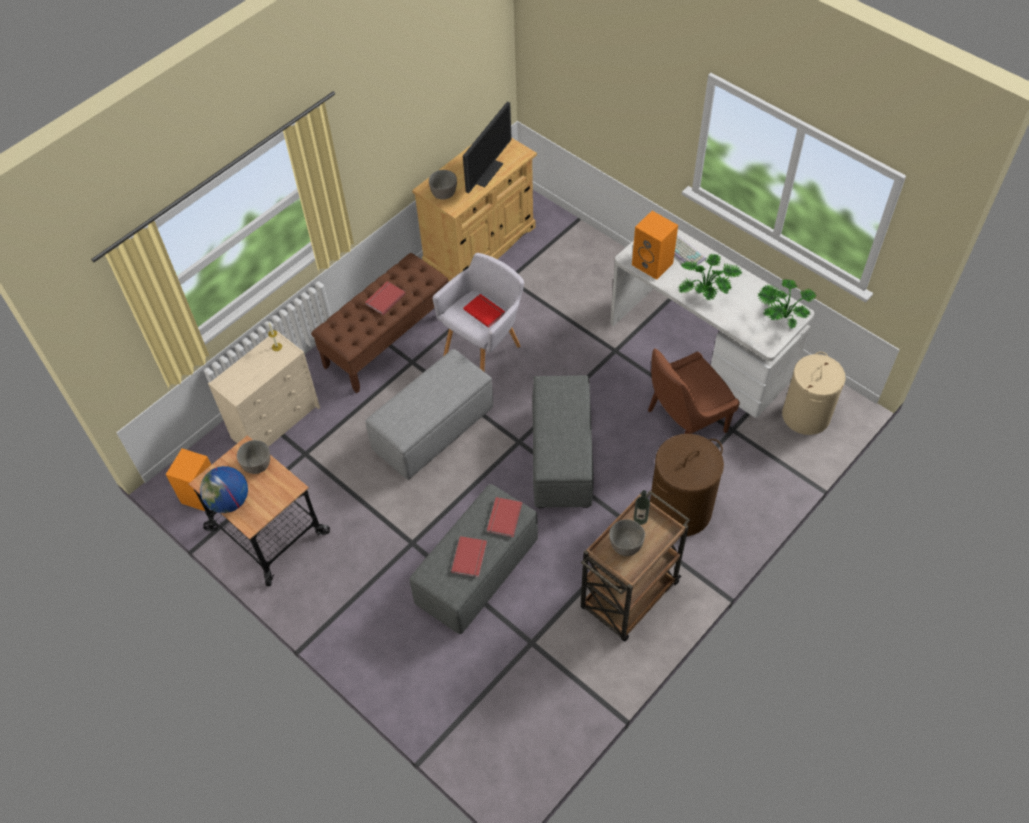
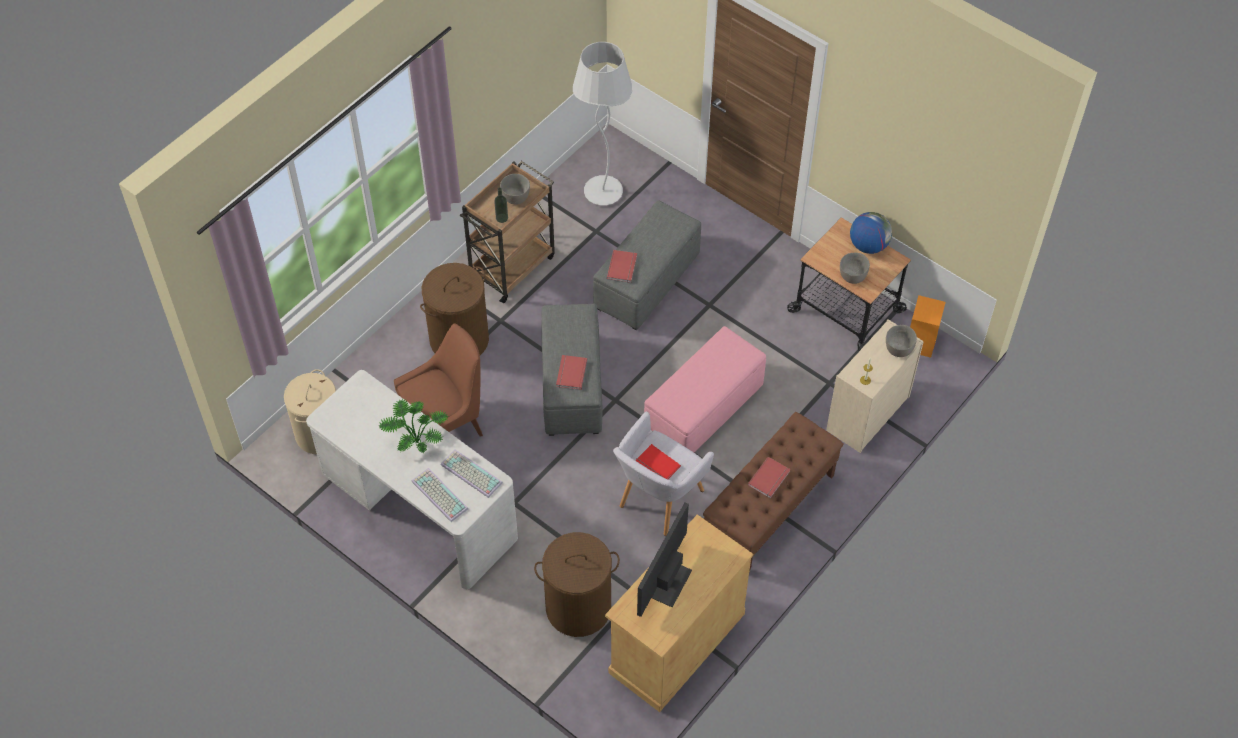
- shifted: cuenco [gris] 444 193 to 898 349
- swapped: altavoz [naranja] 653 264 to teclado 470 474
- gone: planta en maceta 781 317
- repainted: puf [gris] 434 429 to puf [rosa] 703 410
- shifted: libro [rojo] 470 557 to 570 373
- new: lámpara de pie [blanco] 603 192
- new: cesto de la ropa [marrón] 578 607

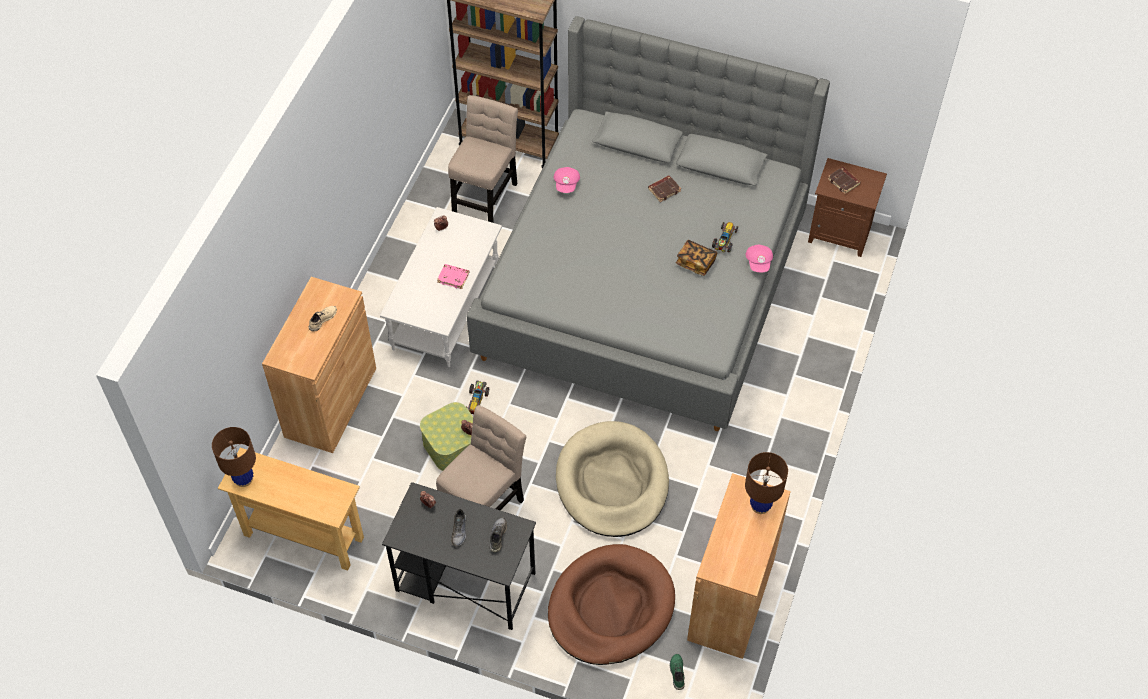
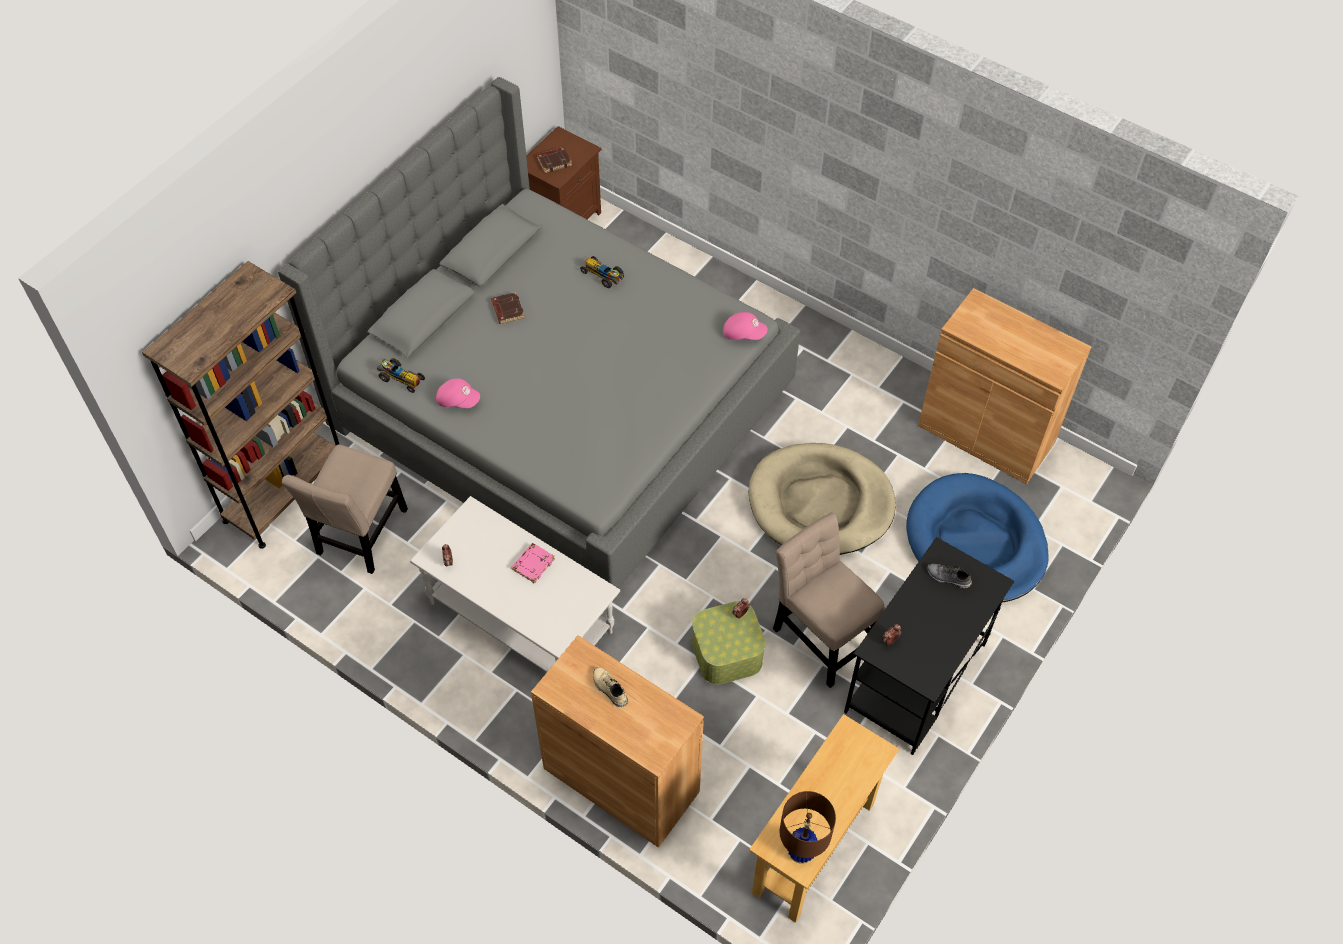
- rotated: silla [beis] 485 195 = 360 536 105 degrees counterclockwise
- gone: libro 695 262
- shifted: gorra [rosa] 759 262 to 744 333
- shifted: coche de juguete 477 400 to 400 378
- gone: lámpara de mesa [marrón] 760 505
- gone: zapato [gris] 459 530
- repainted: cama para perro [marrón] 610 607 to cama para perro [azul] 975 542
- gone: zapato [verde] 676 673

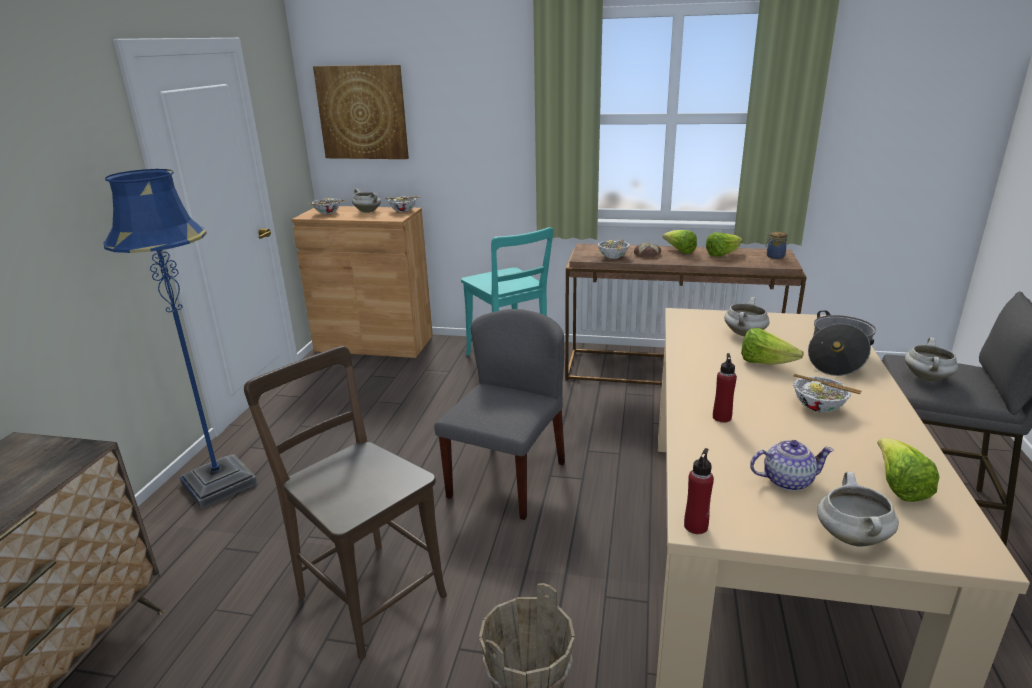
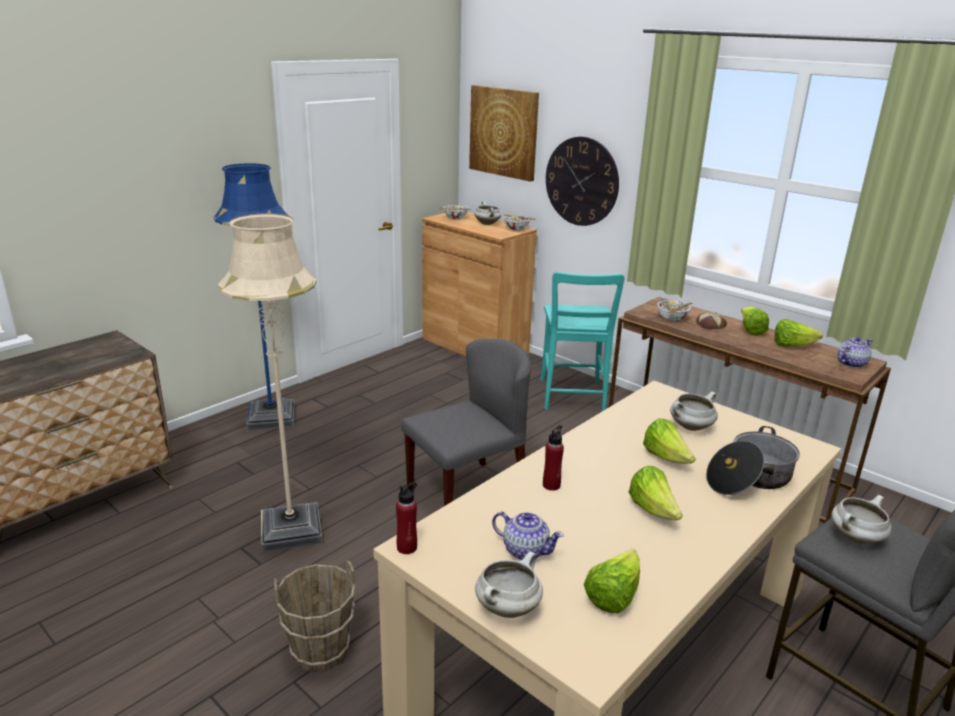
- swapped: tarro 774 256 to tetera 851 363
- swapped: silla [marrón] 366 592 to lámpara de pie [beis] 291 530
- swapped: cuenco 819 407 to lechuga 653 510
- new: reloj de pared 581 181

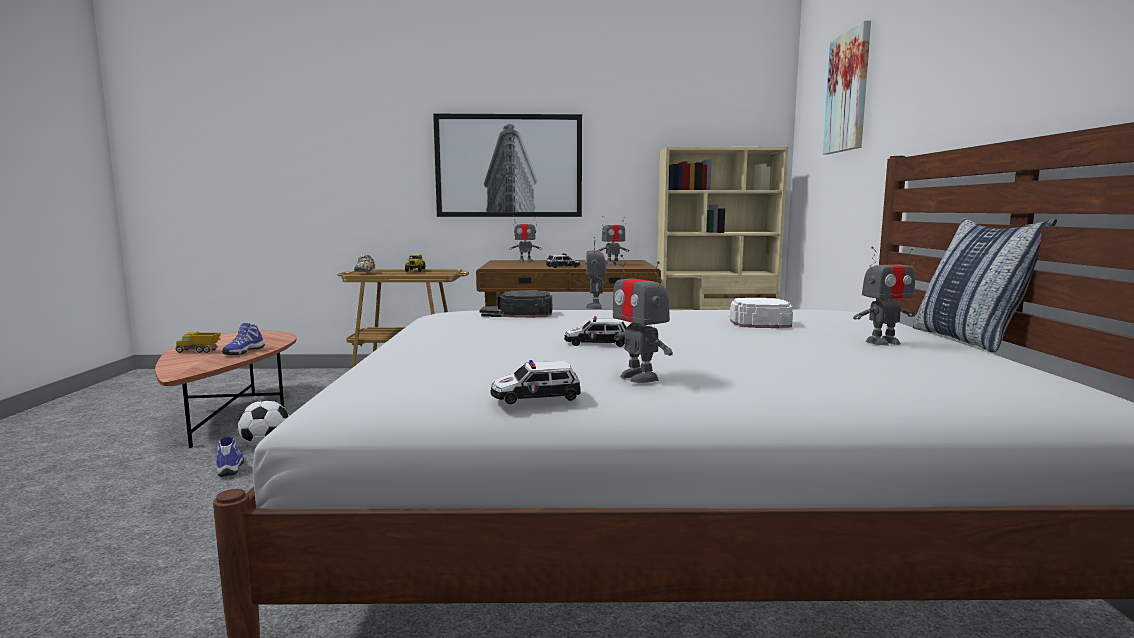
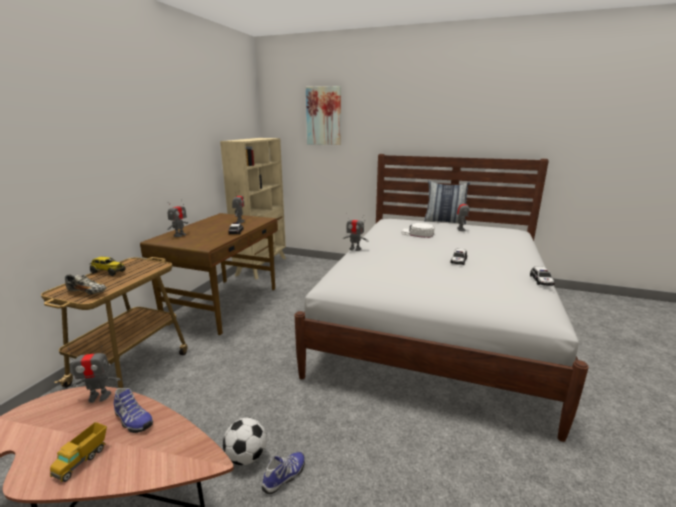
- gone: cuadro 509 166
- shifted: robot de juguete 639 377 to 99 396
- gone: gorra [negro] 517 313
- rotated: zapato 231 467 = 285 477 135 degrees clockwise

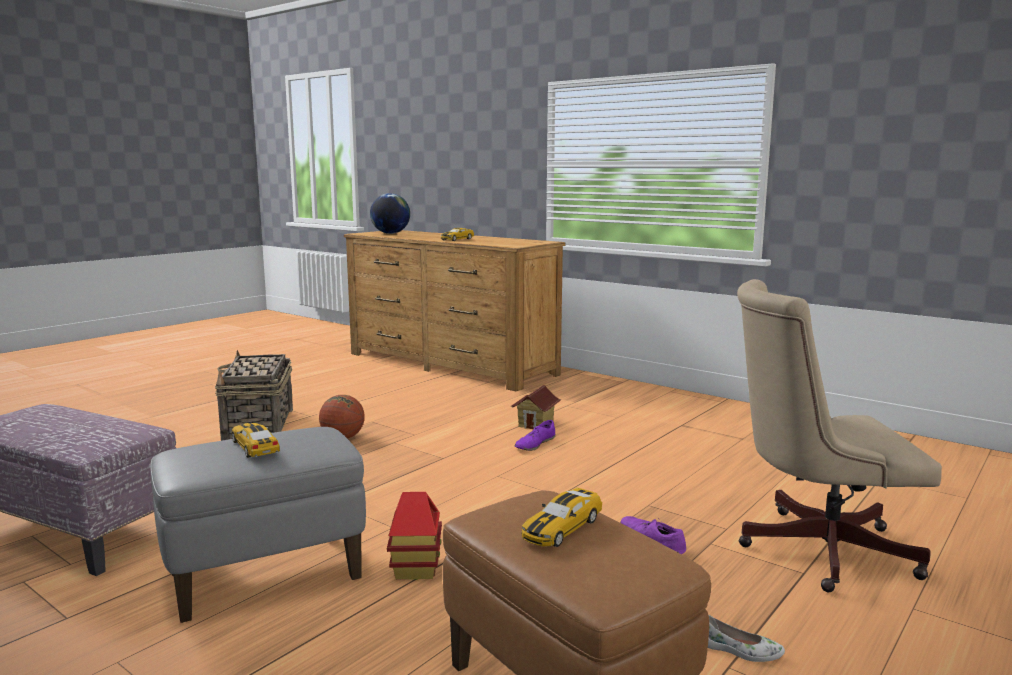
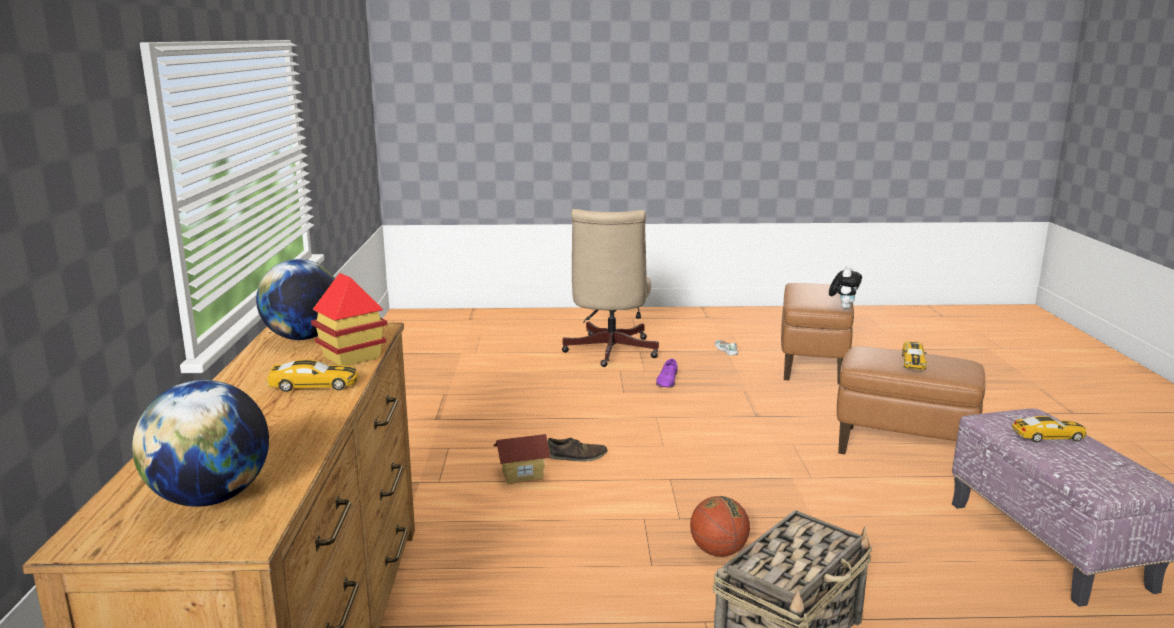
- rotated: silla de oficina [beis] 814 549 = 609 352 45 degrees clockwise
- repainted: zapato [morado] 535 444 to zapato [marrón] 576 456
- repainted: puf [gris] 265 576 to puf [marrón] 903 449
- shifted: coche de juguete 561 528 to 1048 436
- shifted: casita 416 568 to 351 357
- new: globo terráqueo 303 337
- new: peluche 843 307

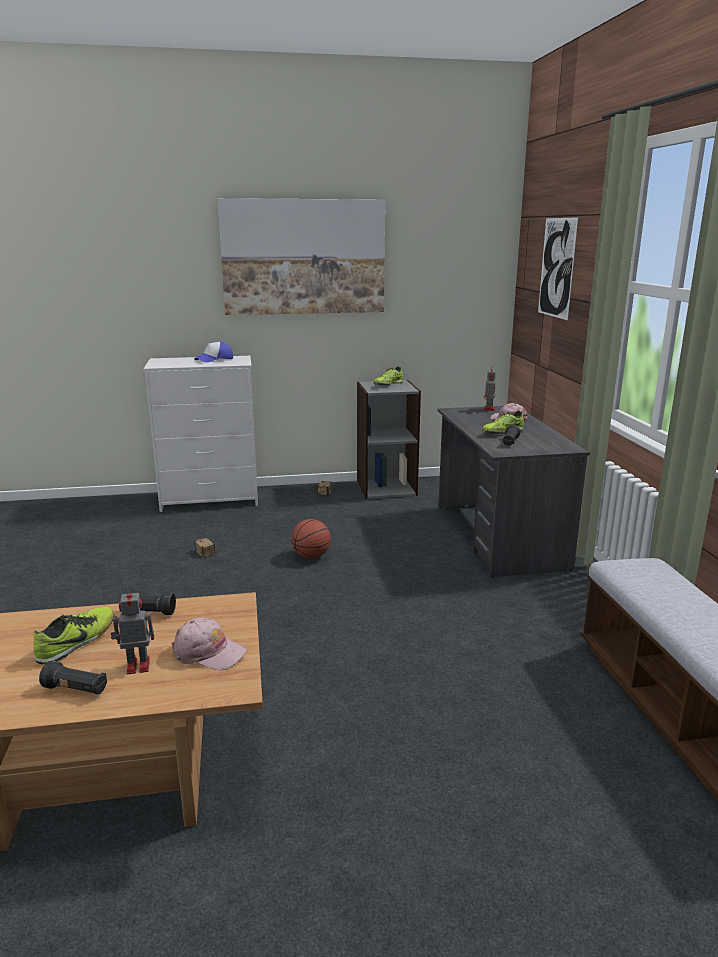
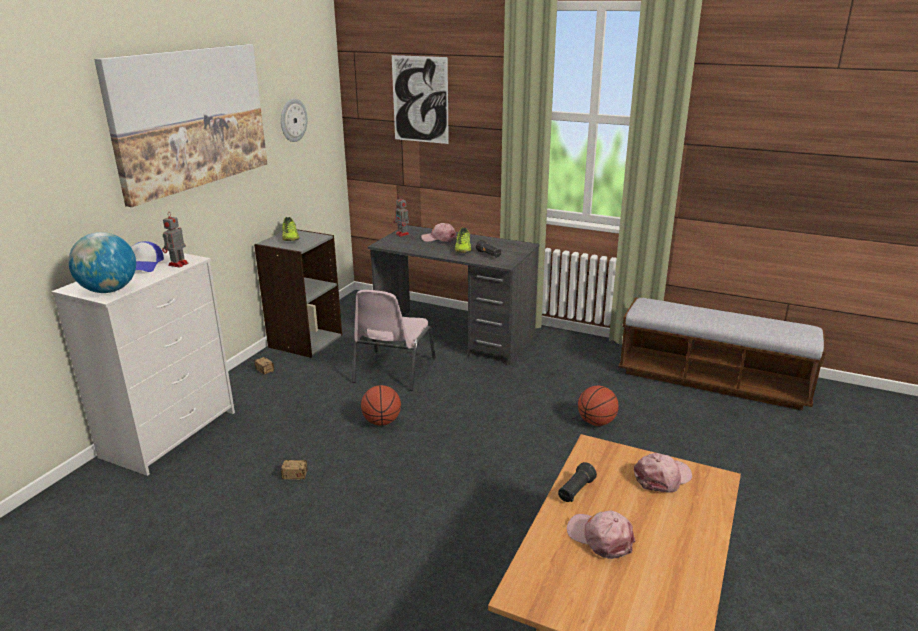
- shifted: robot de juguete 136 666 to 177 264
- swapped: zapato 77 642 to gorra [rosa] 600 537
- gone: linterna [negro] 76 690
- new: reloj de pared 293 120
- new: globo terráqueo 109 291
- new: silla [rosa] 393 371
- new: balón de baloncesto 596 422

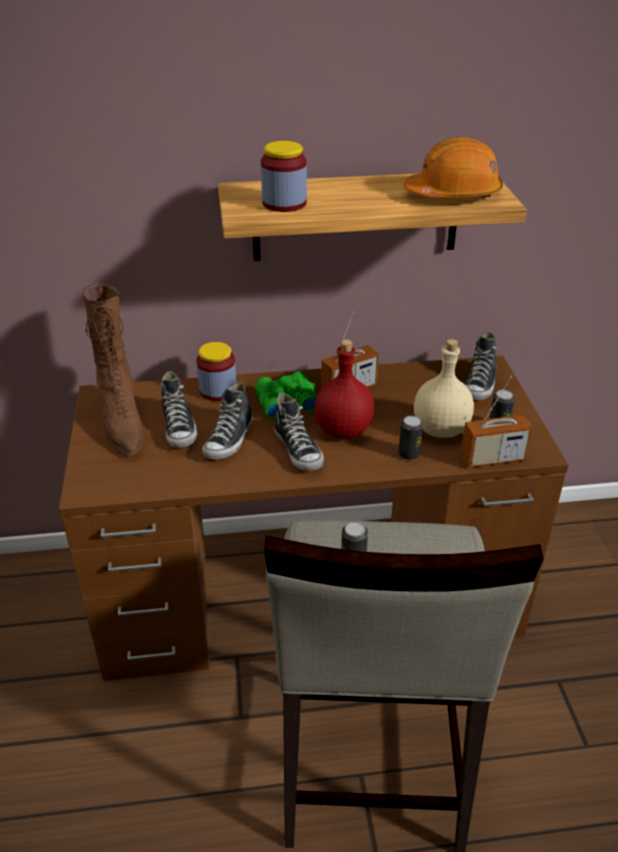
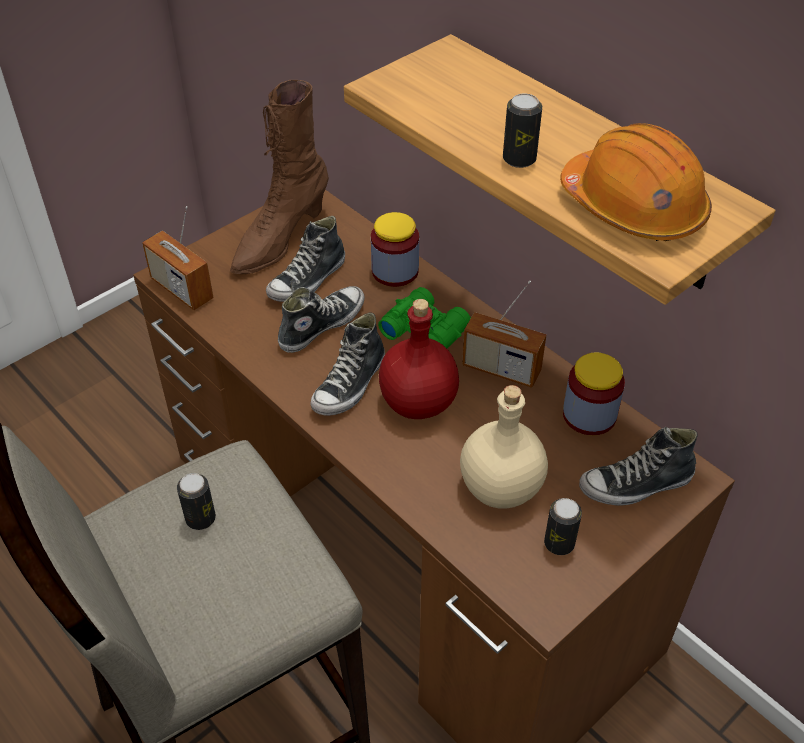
- shifted: tarro 284 203 to 589 415
- shifted: radio 492 458 to 182 289
- rotated: zapato 229 440 = 321 325 150 degrees clockwise
- shifted: lata 408 454 to 519 159

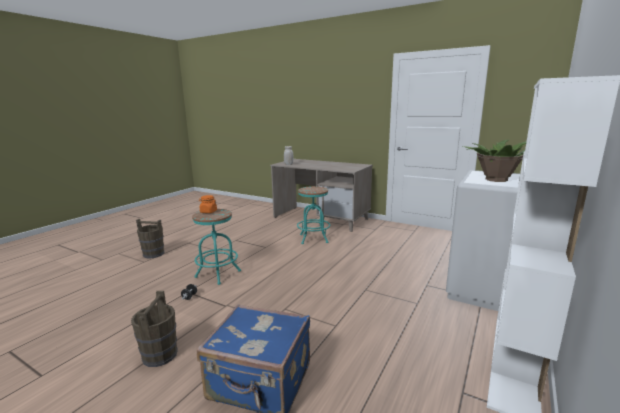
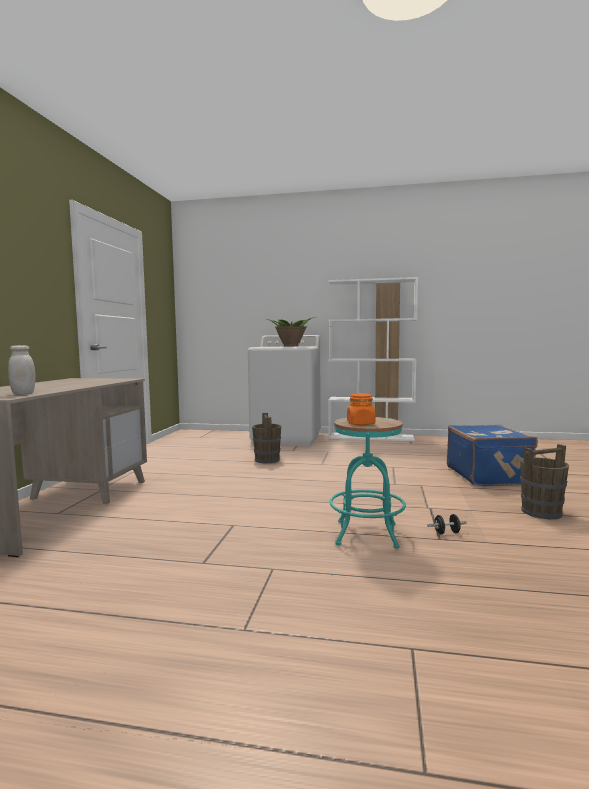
- gone: taburete [turquesa] 313 238
- shifted: cubo [marrón] 154 254 to 267 460

